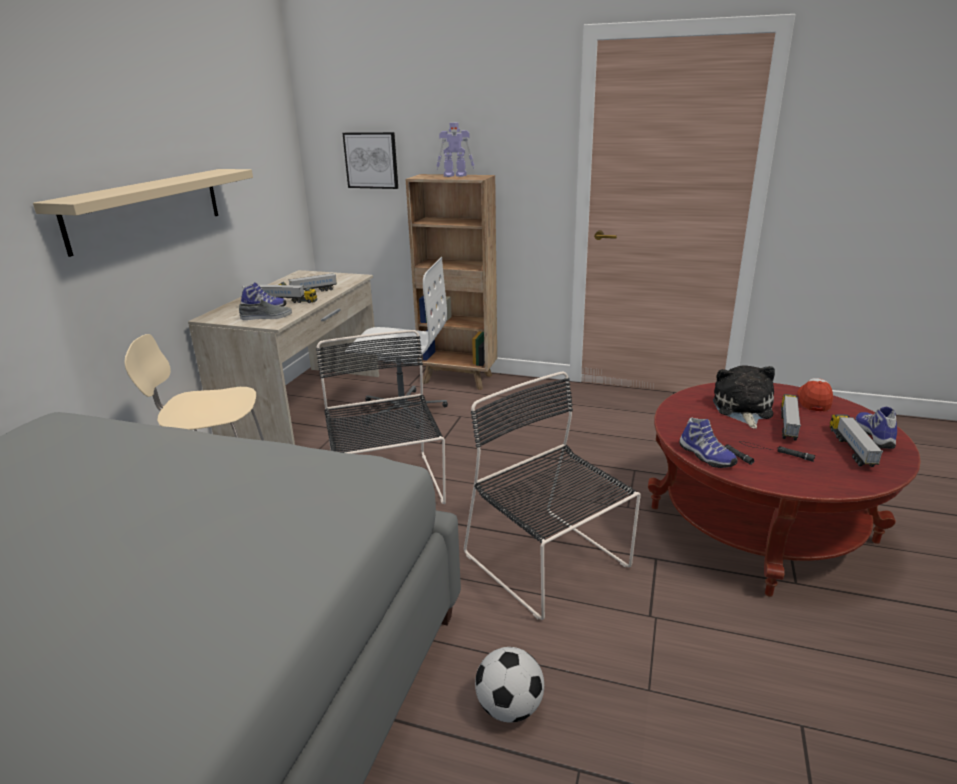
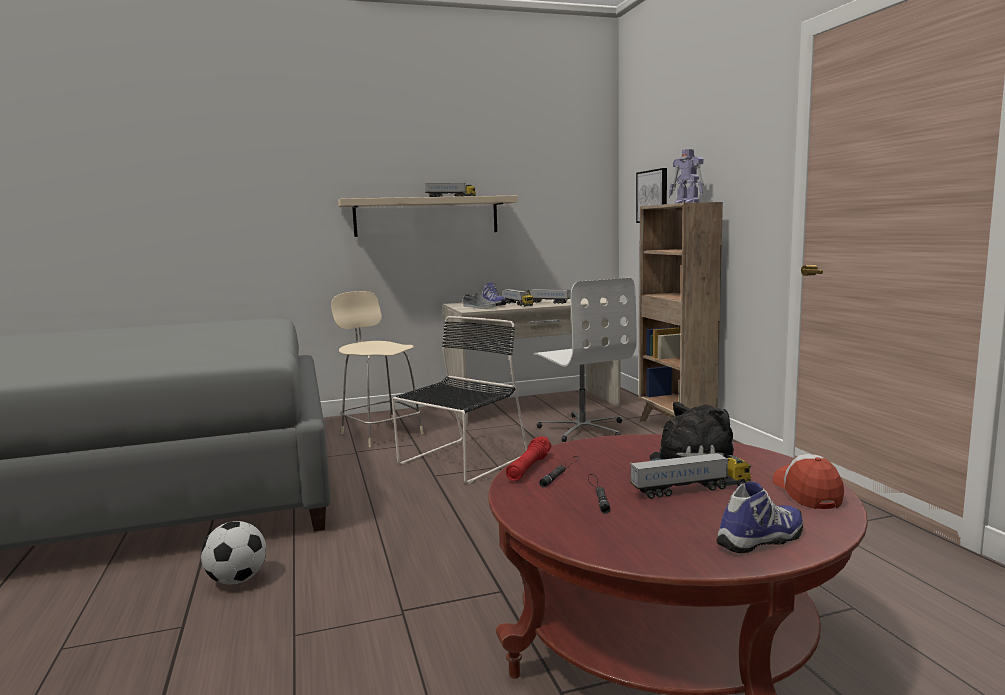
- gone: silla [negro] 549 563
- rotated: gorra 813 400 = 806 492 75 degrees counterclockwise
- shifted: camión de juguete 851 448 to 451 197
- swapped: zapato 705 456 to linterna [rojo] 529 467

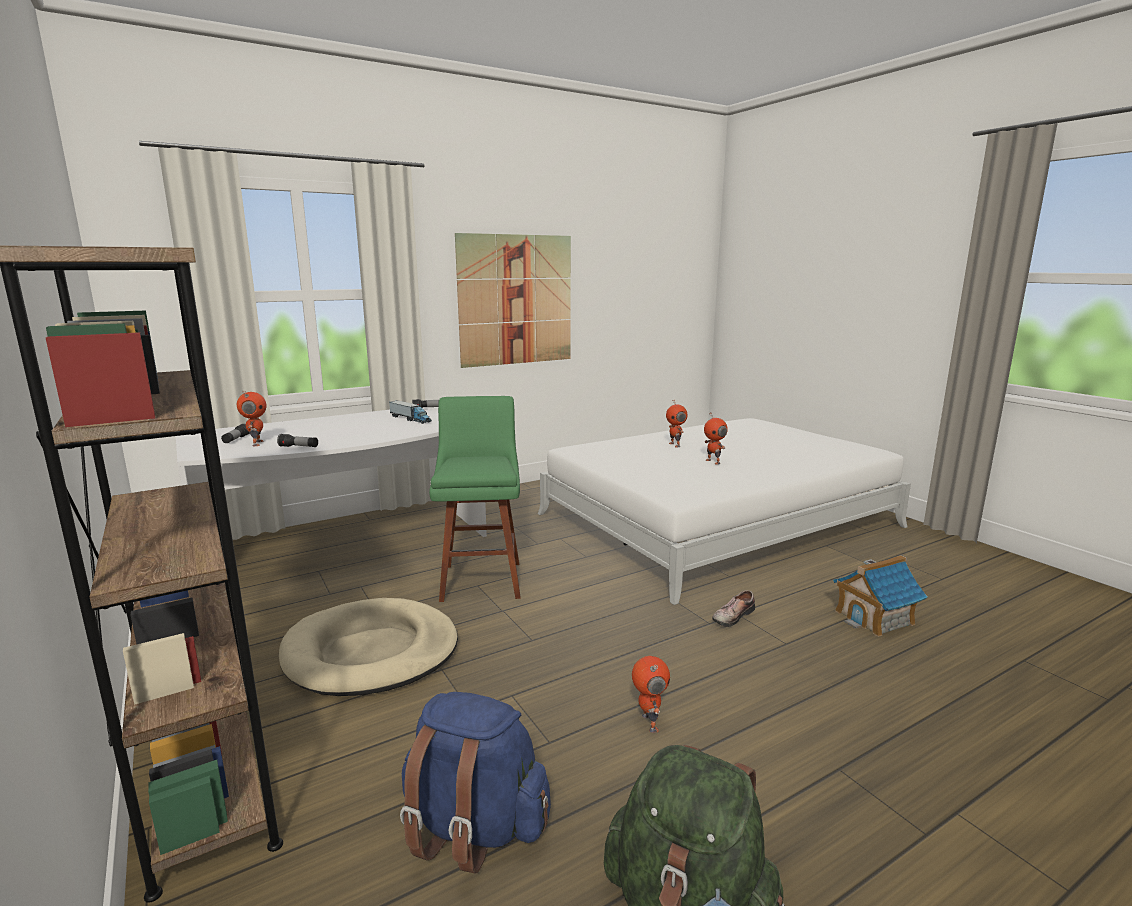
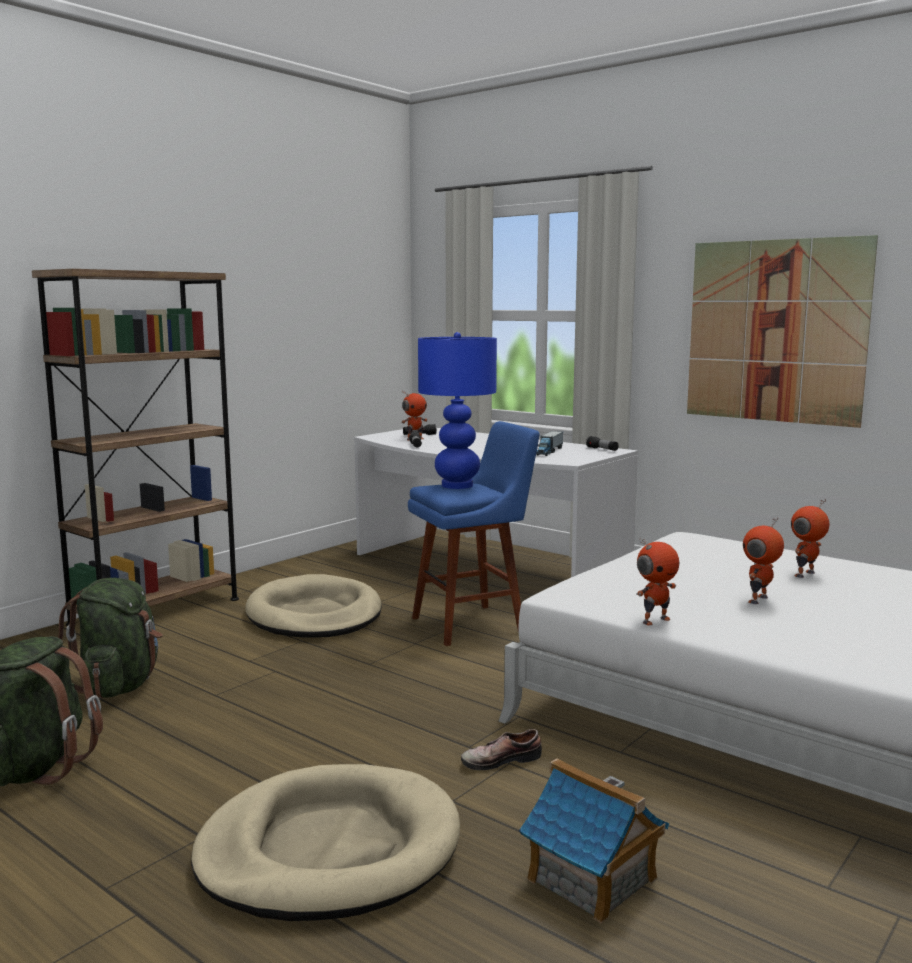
- repainted: taburete [verde] 482 578 to taburete [azul] 473 624
- rotated: zapato 732 616 = 499 759 45 degrees counterclockwise
- shifted: robot de juguete 648 723 to 655 620
- repainted: mochila [azul] 473 827 to mochila [verde] 118 686
- new: lámpara de mesa [azul] 457 485
- new: cama para perro [beis] 329 850

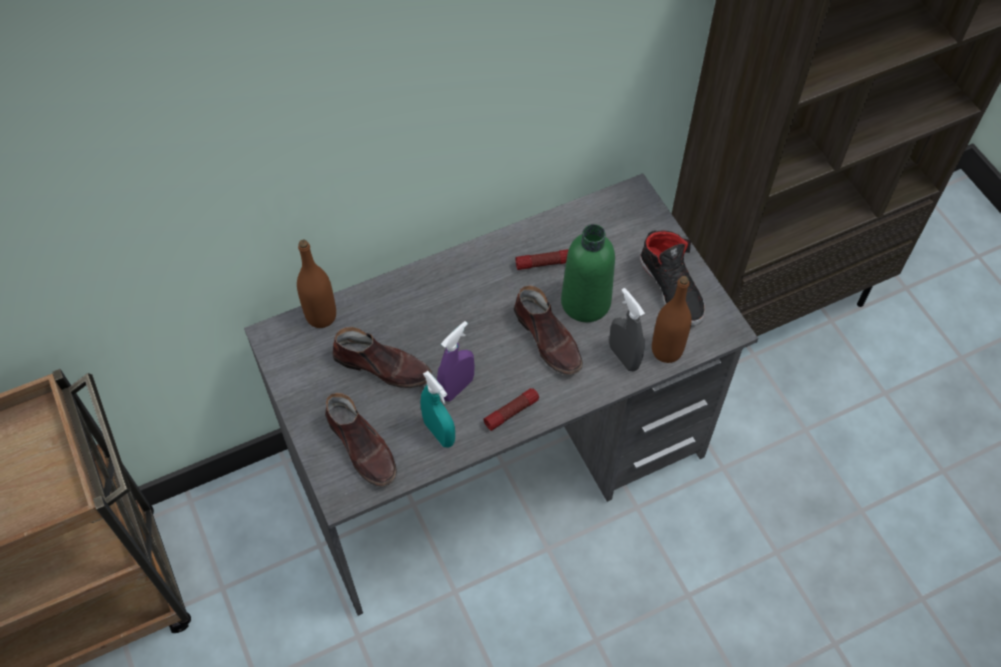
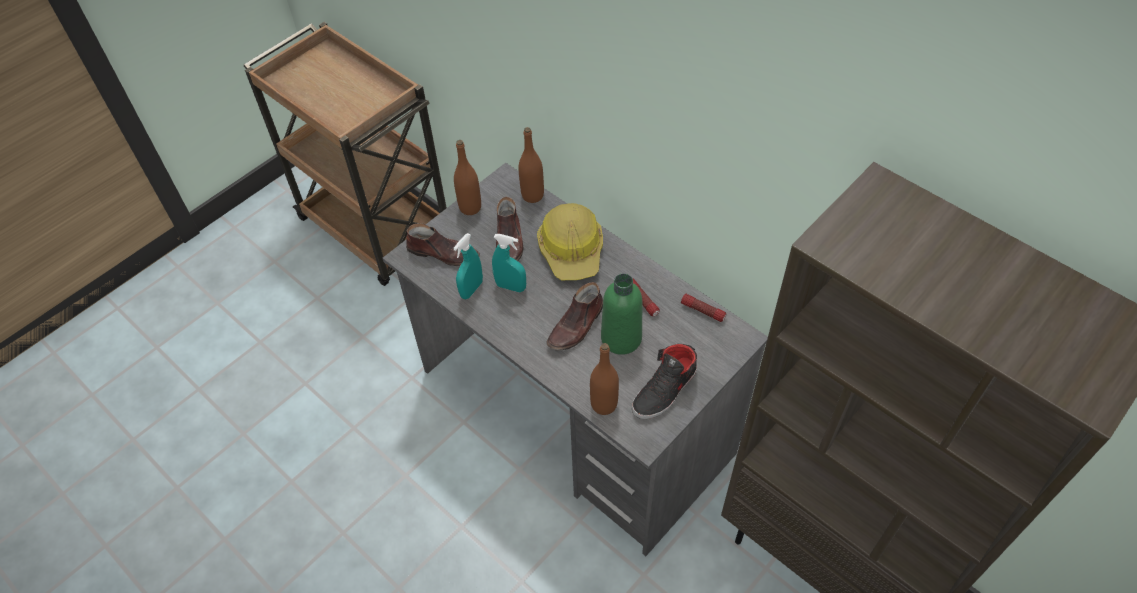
- gone: pulverizador [gris] 623 357
- repainted: pulverizador [morado] 457 388 to pulverizador [turquesa] 511 286
- shifted: linterna 511 412 to 703 311
- rotated: zapato [marrón] 362 447 = 444 253 105 degrees counterclockwise
- new: botella [marrón] 470 207
- new: casco 572 250

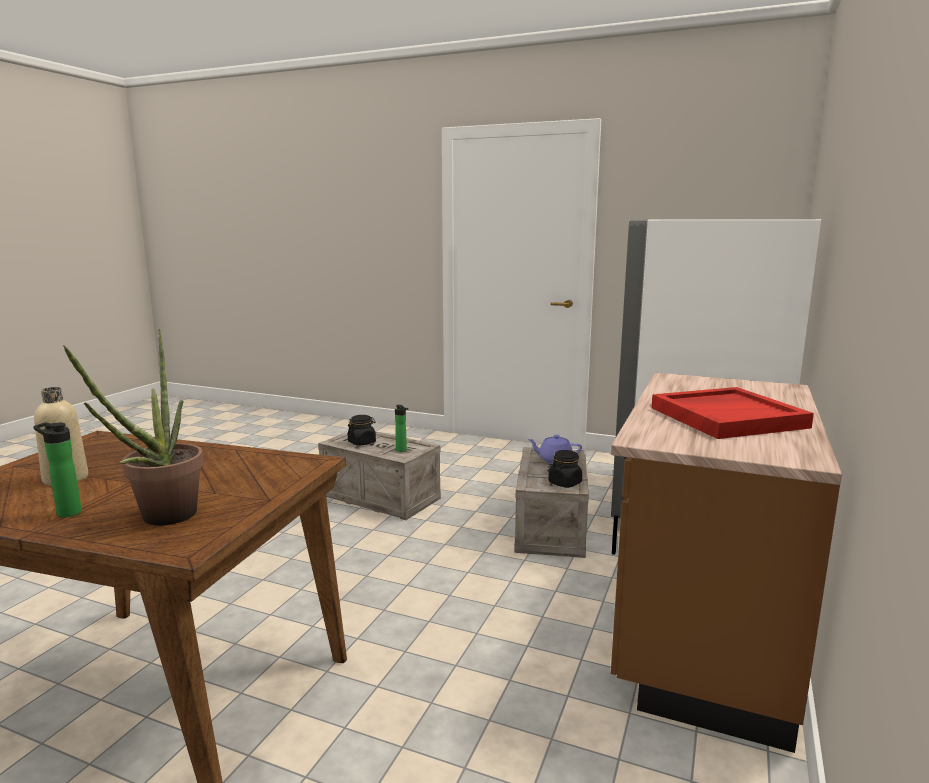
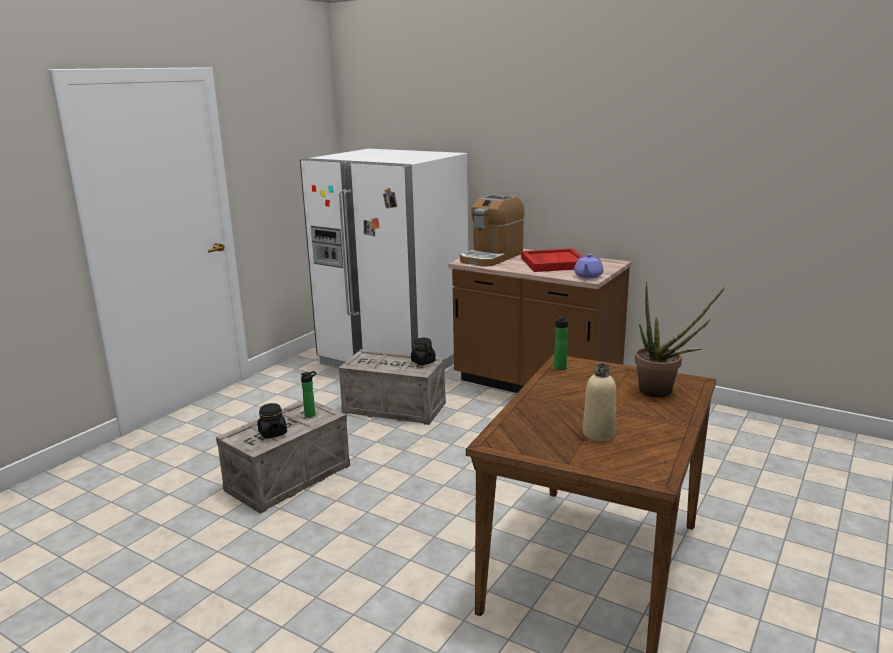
- shifted: botella 66 512 to 559 368
- shifted: tetera [morado] 554 460 to 588 276
- new: cafetera 491 257

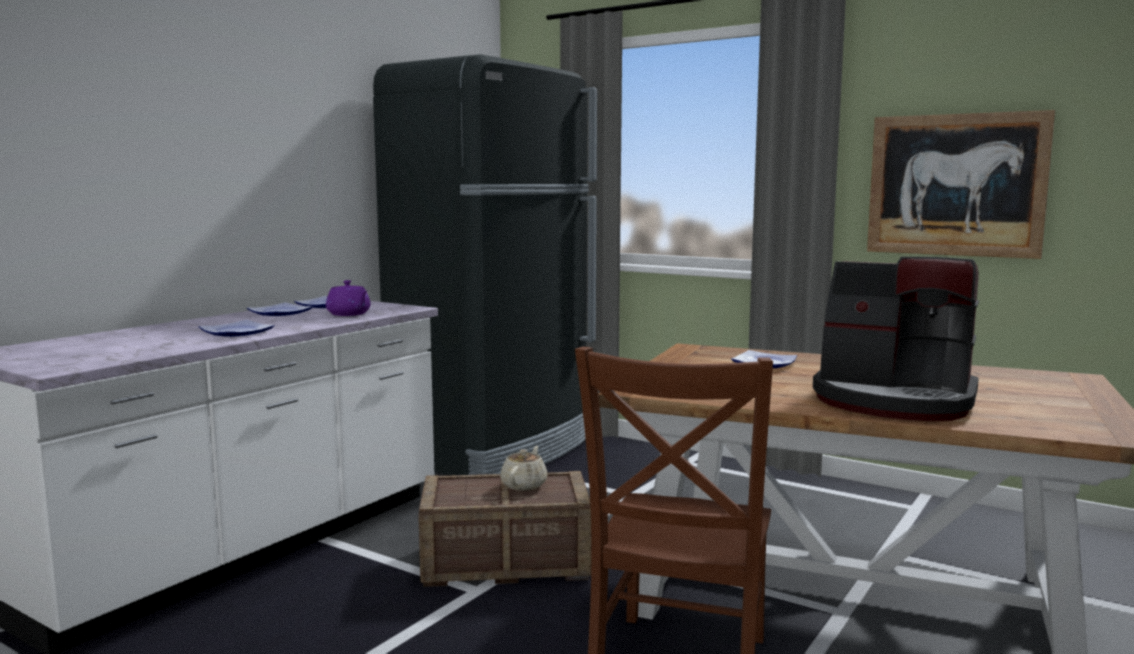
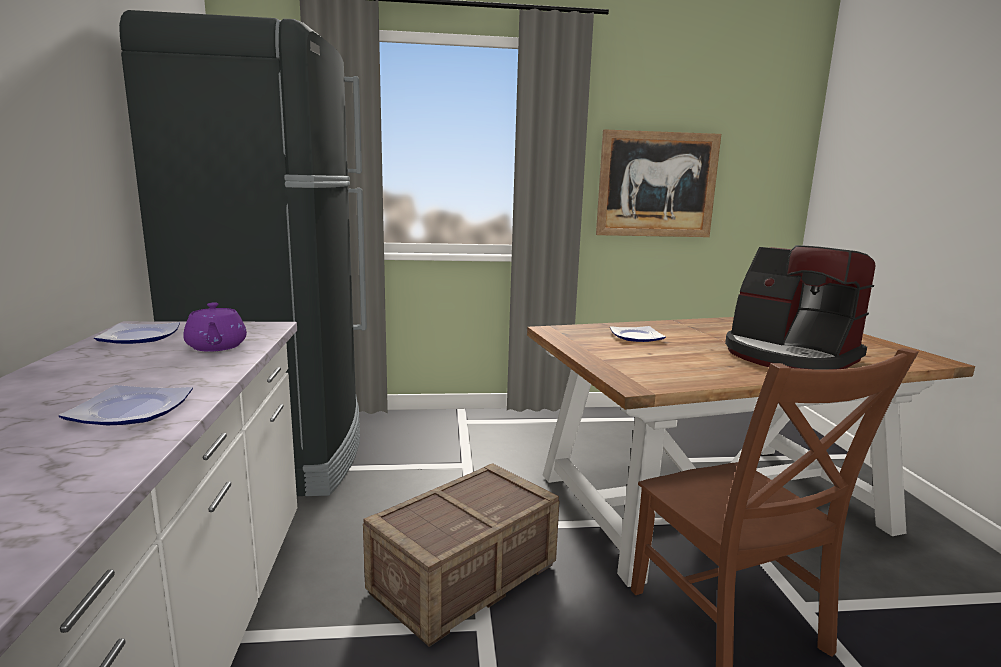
- rotated: cafetera 894 400 = 788 356 60 degrees clockwise
- rotated: tetera [morado] 349 314 = 216 347 60 degrees clockwise
- gone: plato 280 313
- gone: tetera [beis] 524 484

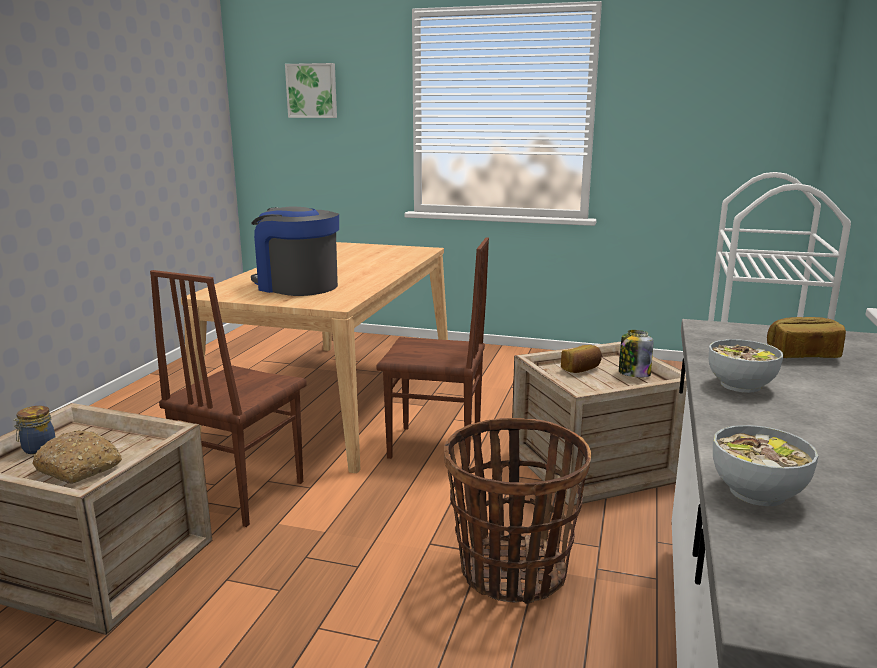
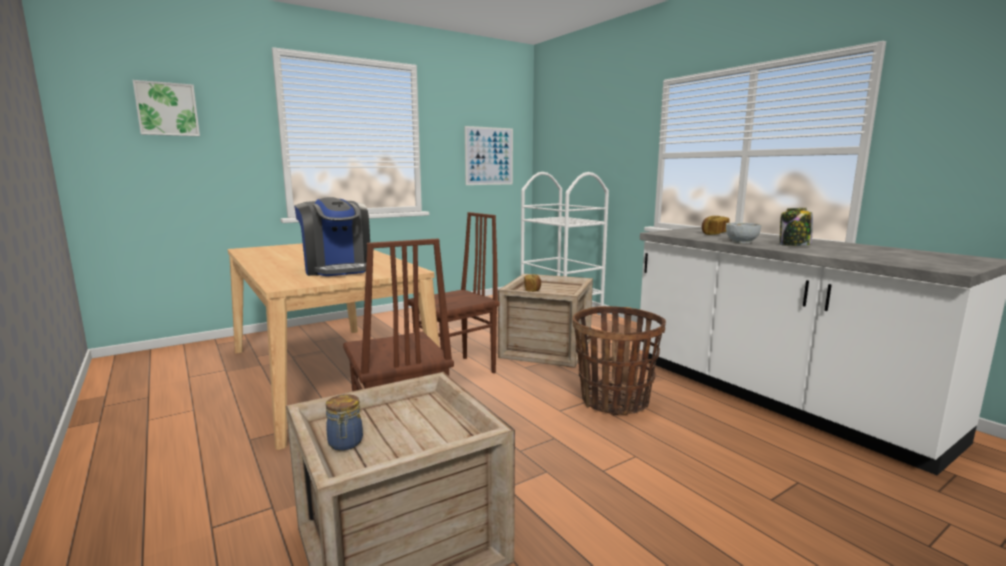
- rotated: cafetera 296 286 = 337 269 105 degrees counterclockwise
- shifted: tarro 633 374 to 794 245
- gone: cuenco 756 492
- gone: pan 80 467
- new: cuadro 489 156

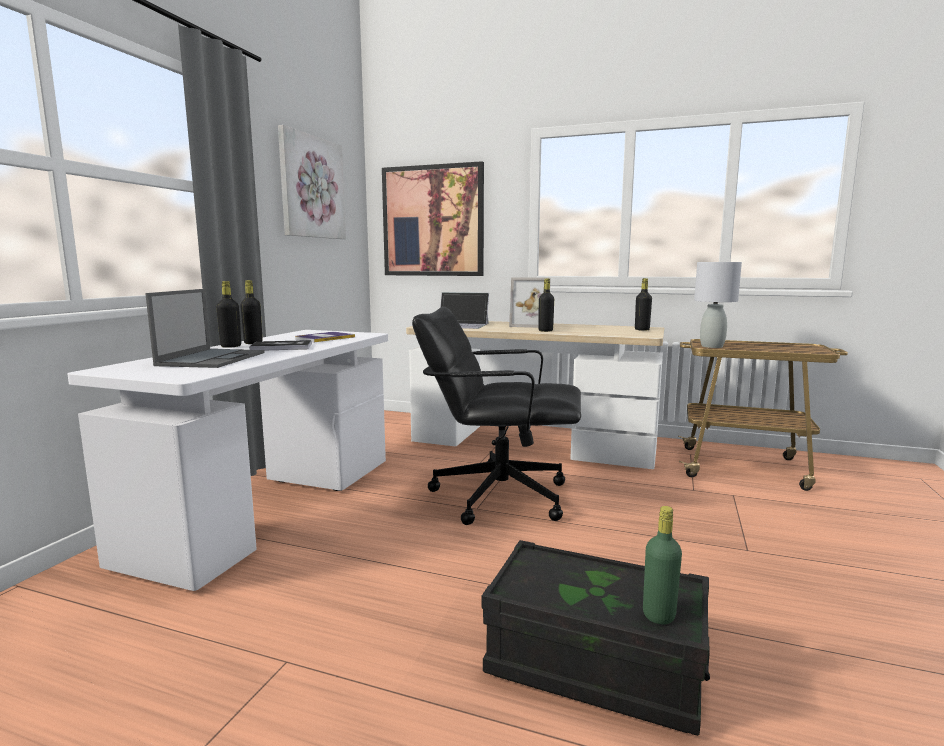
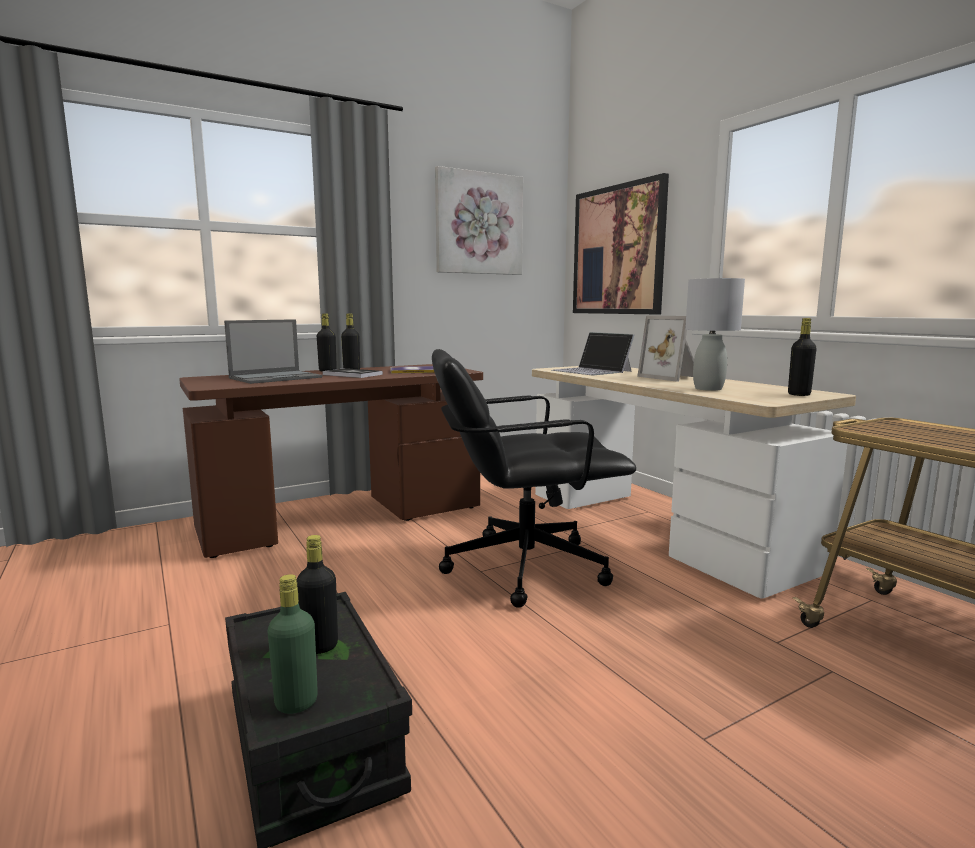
- shifted: lámpara de mesa [gris] 712 346 to 709 389
- shifted: botella [negro] 545 331 to 320 646
- rotated: silla de oficina [negro] 499 495 = 523 567 60 degrees counterclockwise
- repainted: escritorio [blanco] 273 506 to escritorio [marrón] 344 518

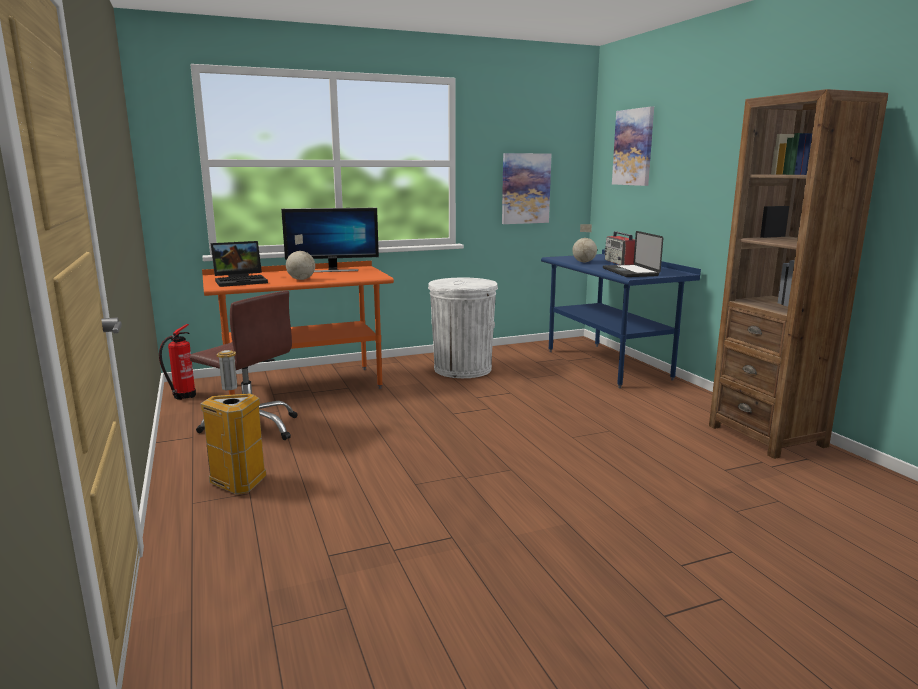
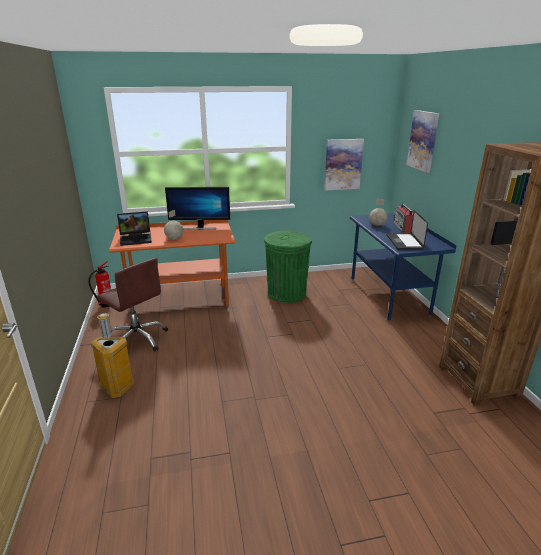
- repainted: papelera [blanco] 462 369 to papelera [verde] 286 293

